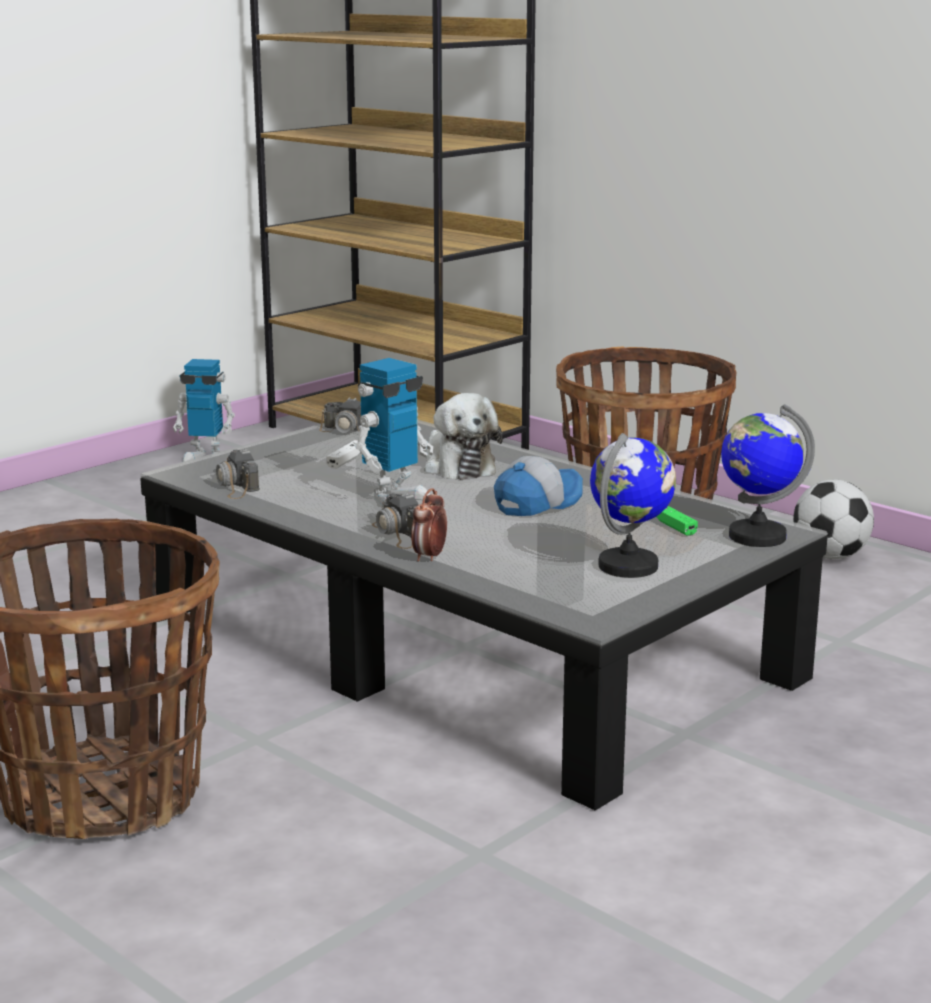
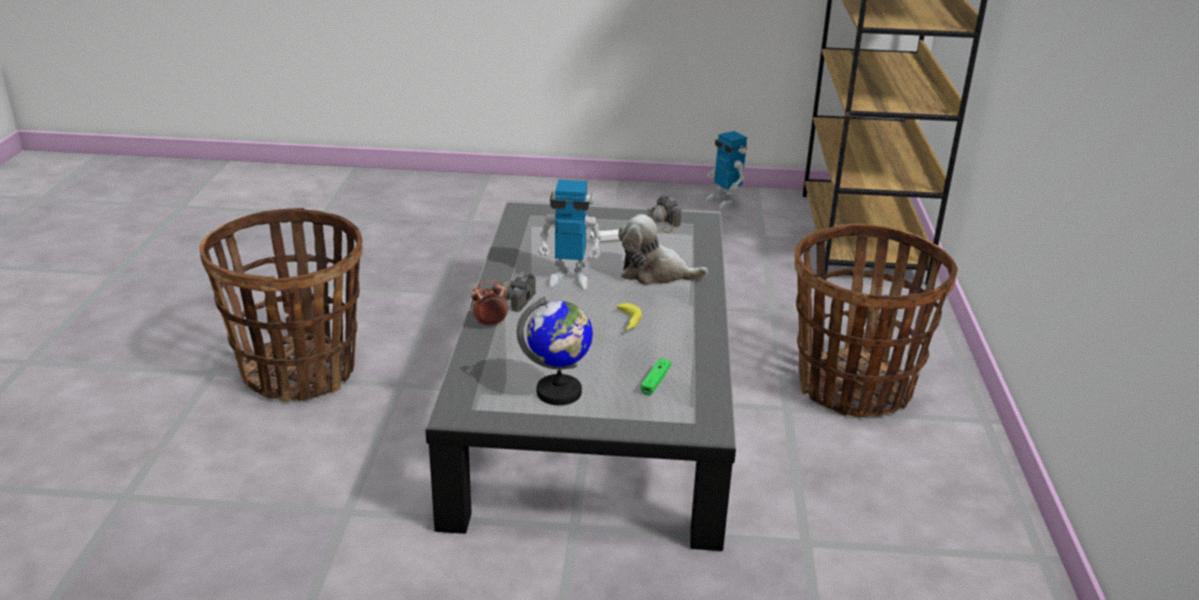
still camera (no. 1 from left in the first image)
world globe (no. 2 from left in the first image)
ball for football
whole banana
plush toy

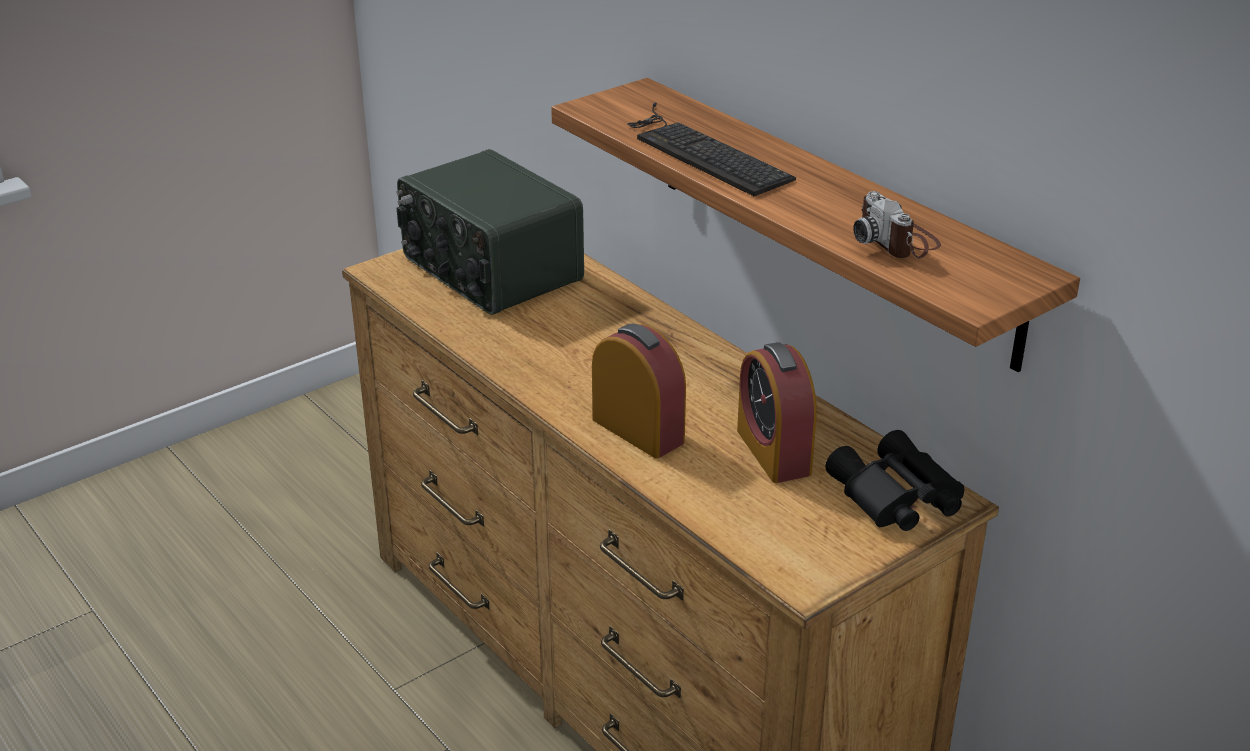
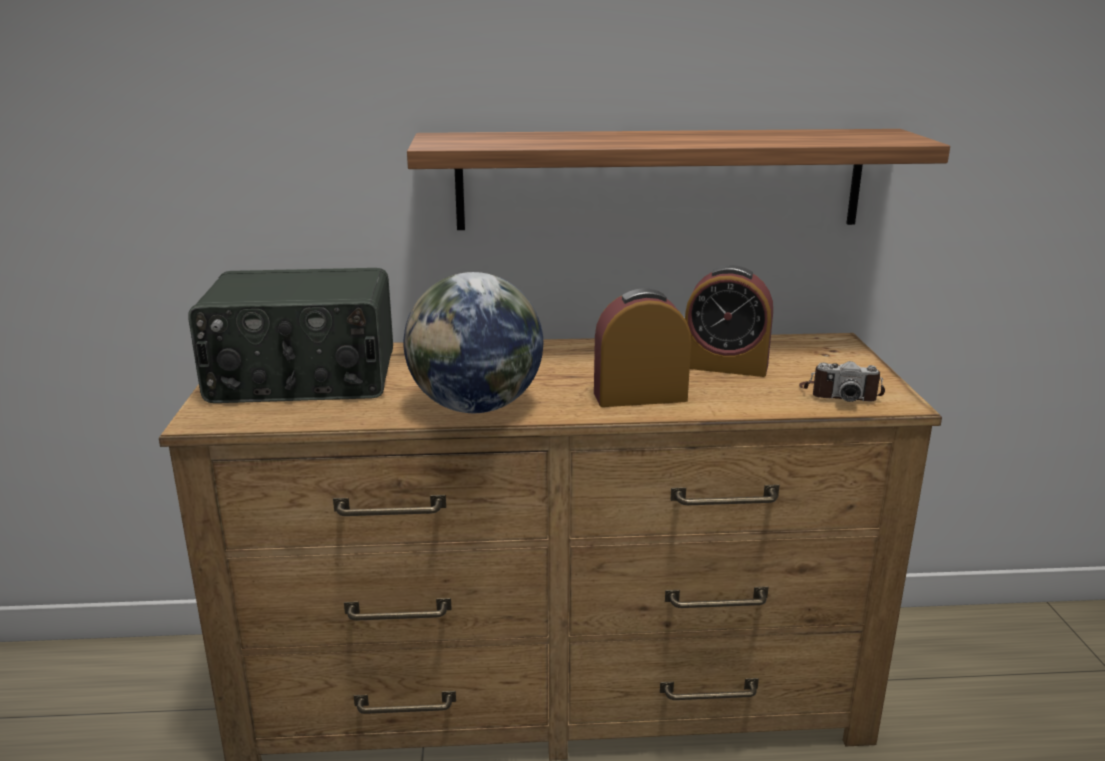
PC keyboard
binoculars/blackish
world globe
still camera

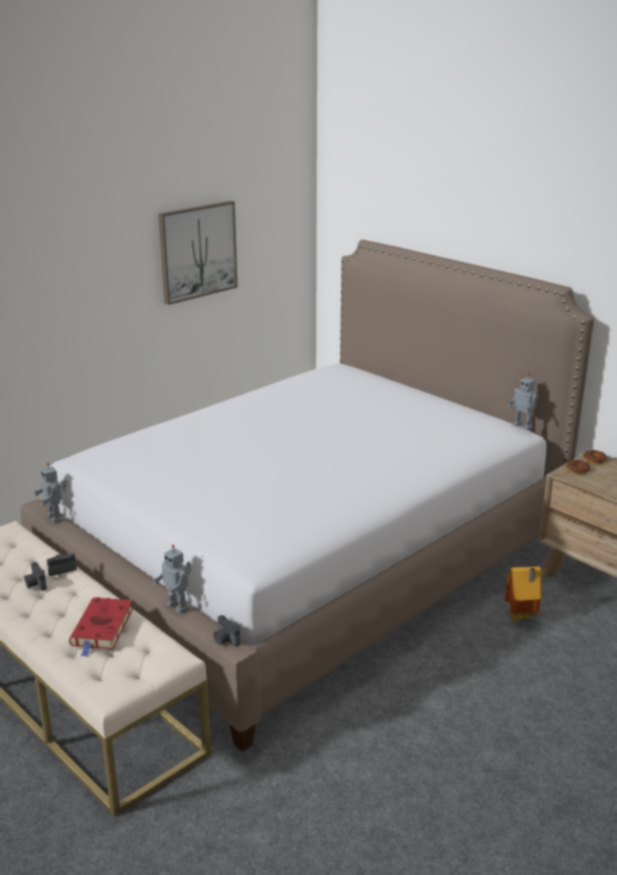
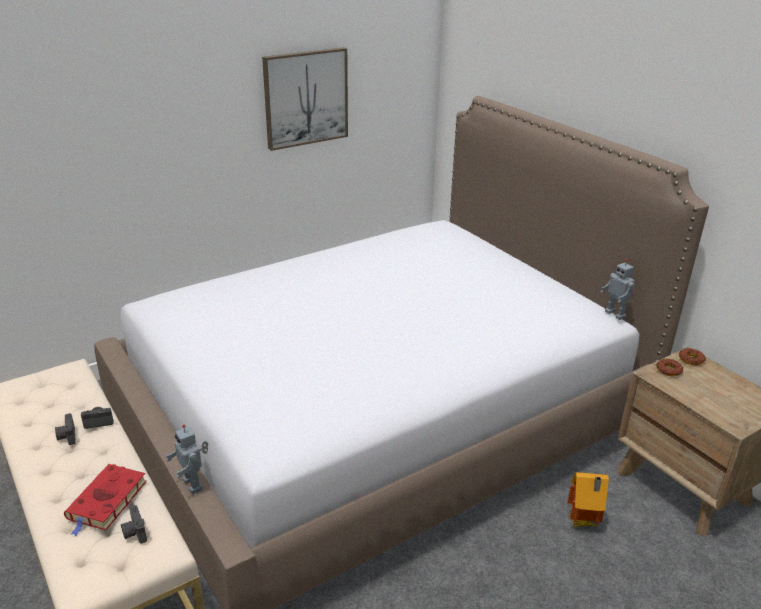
toy robot (no. 1 from left in the first image)
still camera (no. 3 from left)

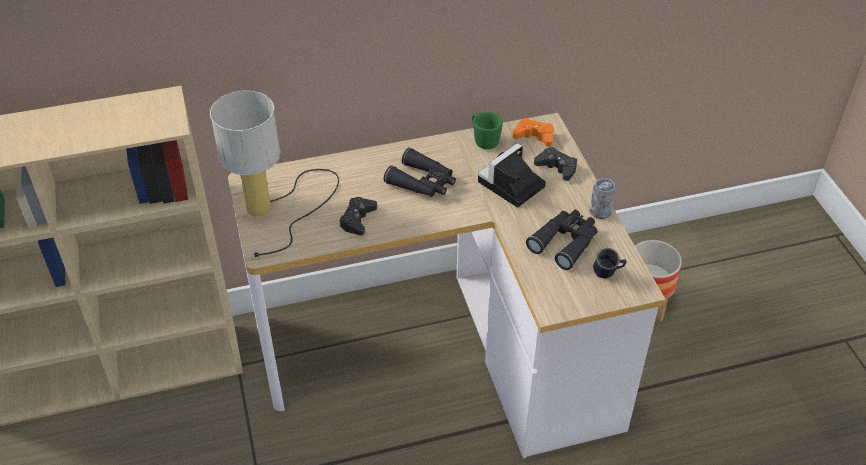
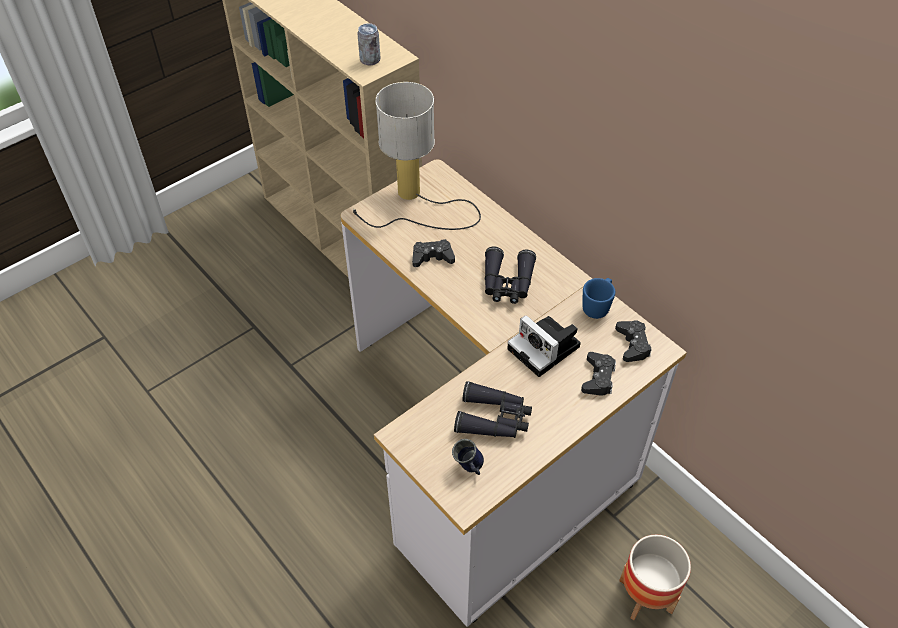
sealed can
coffee mug/bluish (no. 2 from left)
gamepad/blackish (no. 3 from left)
still camera

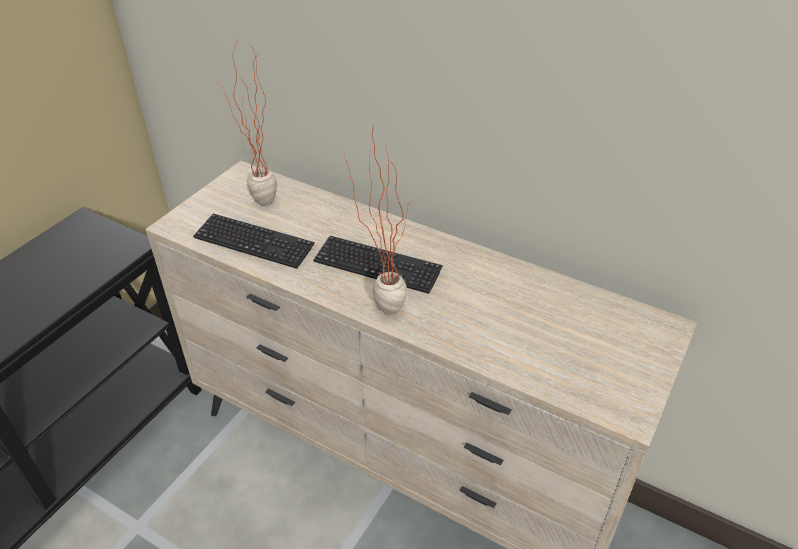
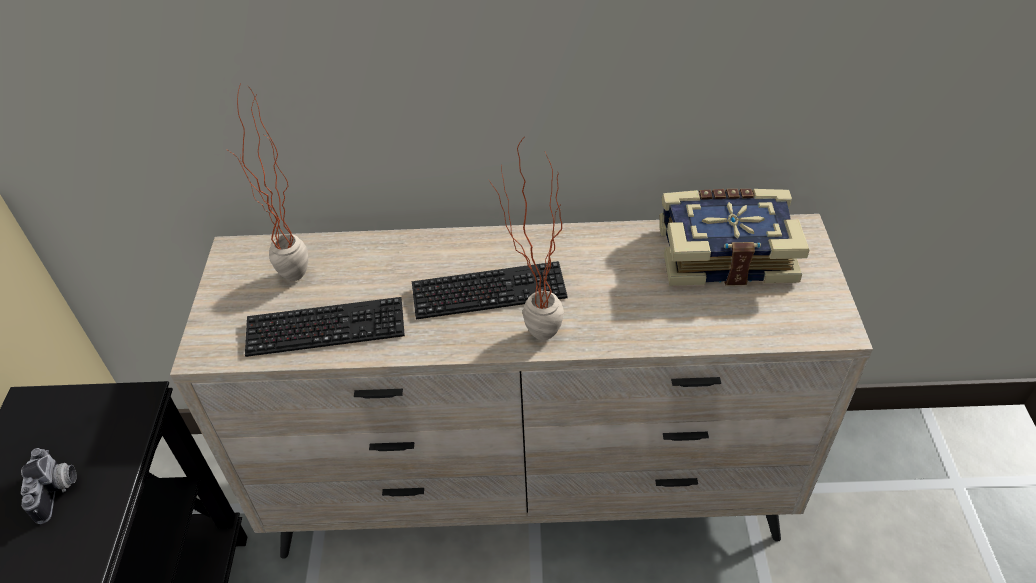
still camera
bound book

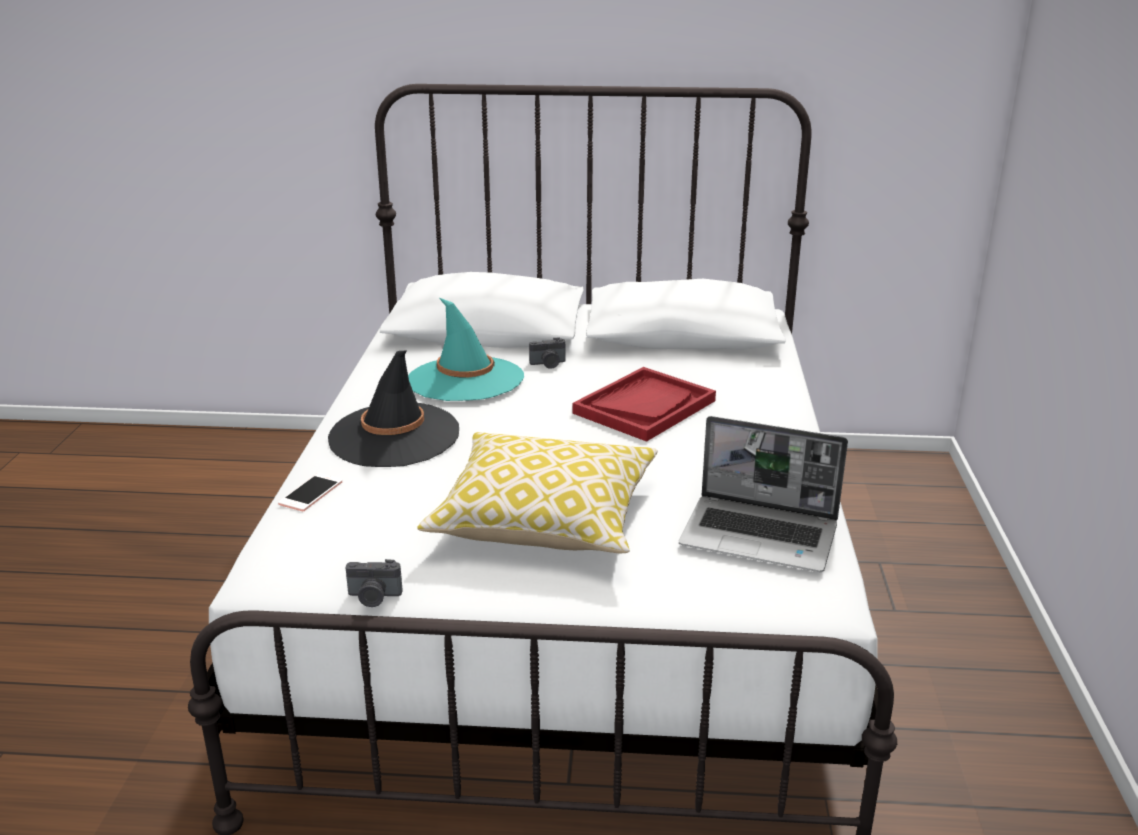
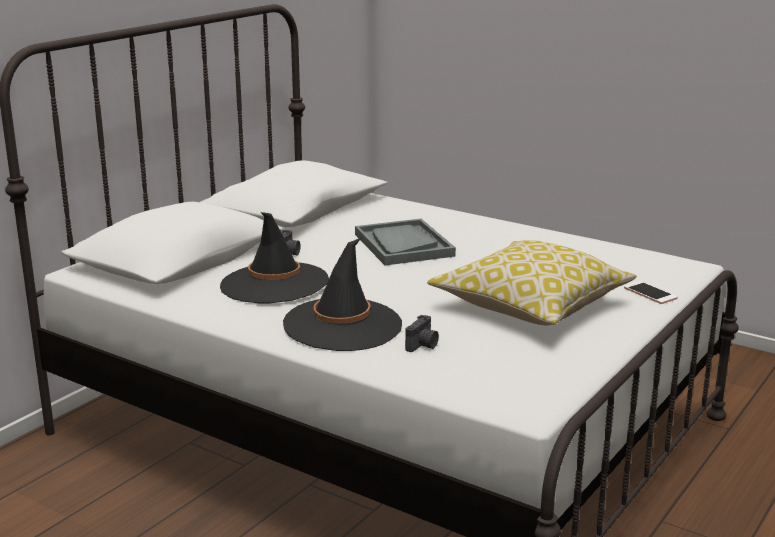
portable computer
phone
still camera (no. 2 from left)
wearable hat/blackish (no. 1 from left)
serving tray/greyish

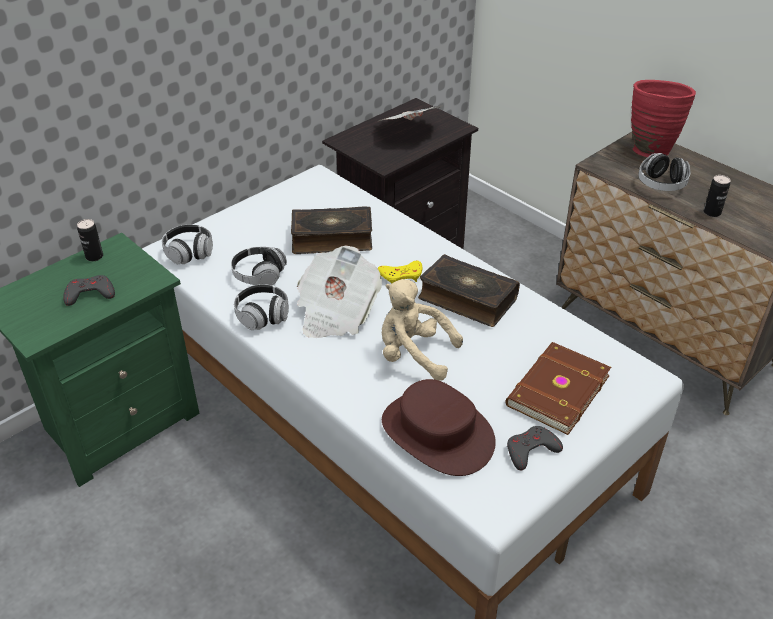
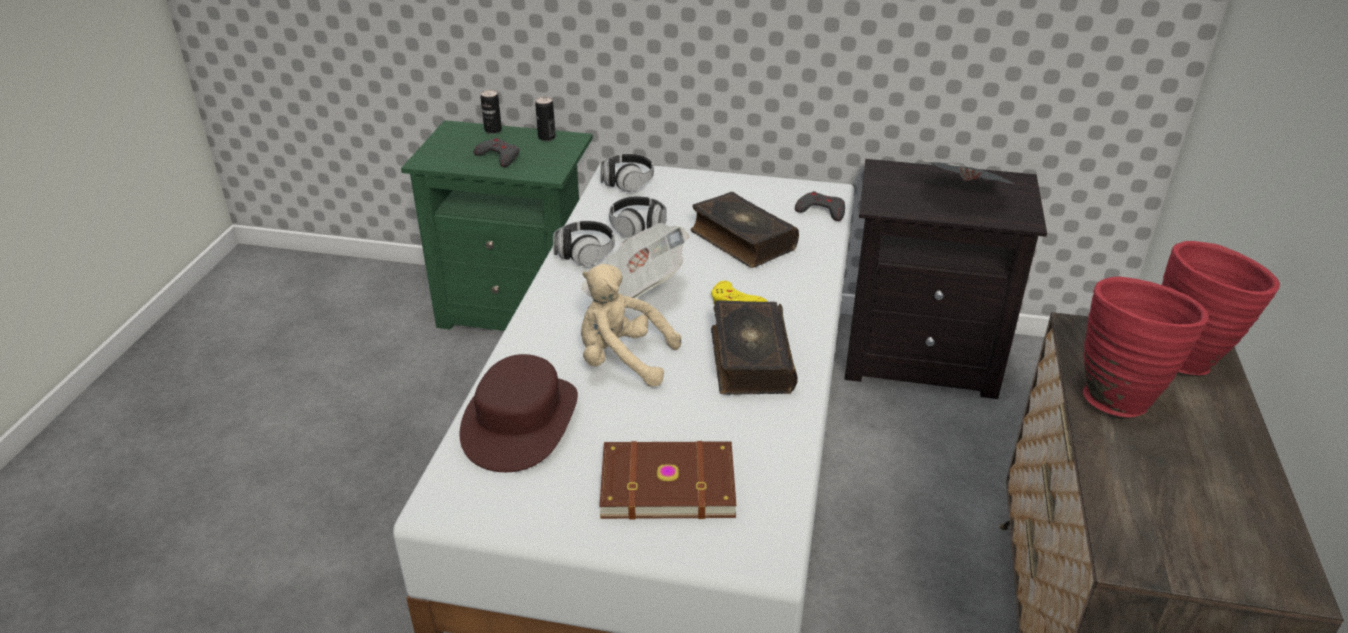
gamepad/greyish (no. 2 from left)
sealed can (no. 1 from left)
vase/red (no. 1 from left)
plush toy/beige

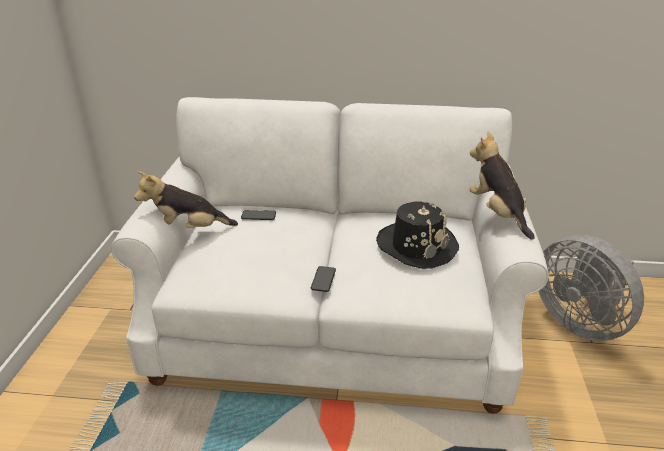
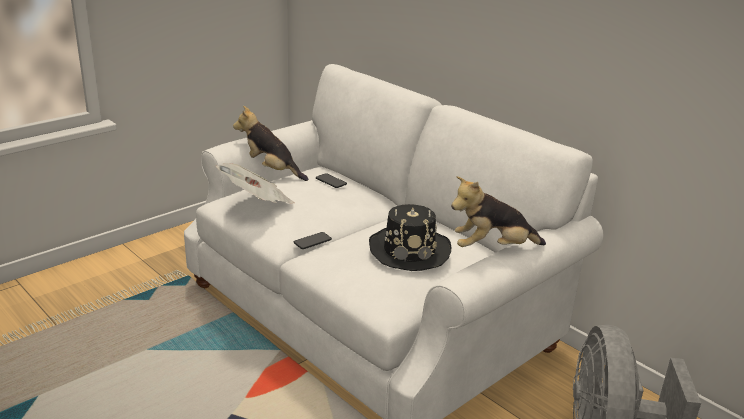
newspaper
plush toy (no. 2 from left)

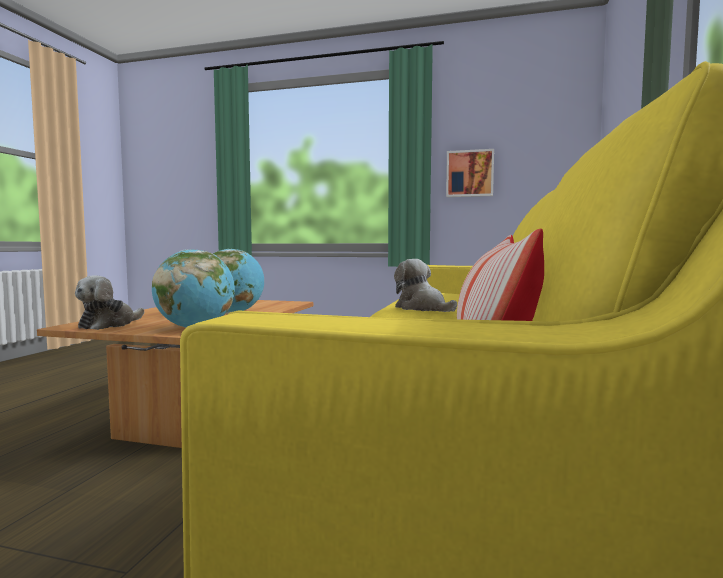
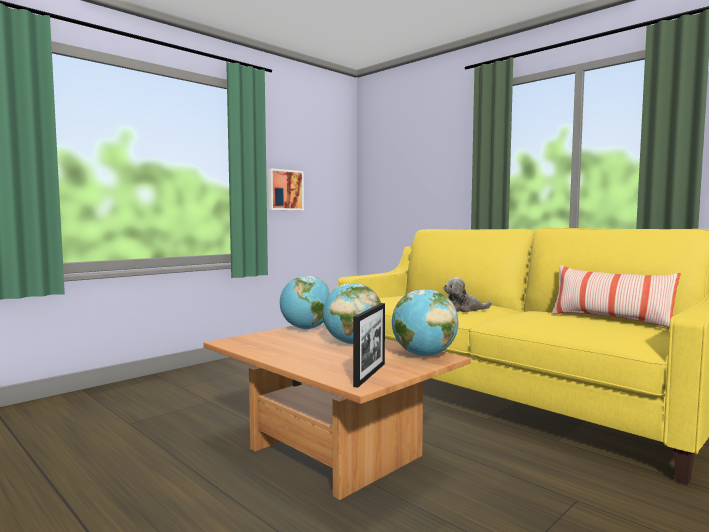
world globe (no. 1 from left)
photo frame

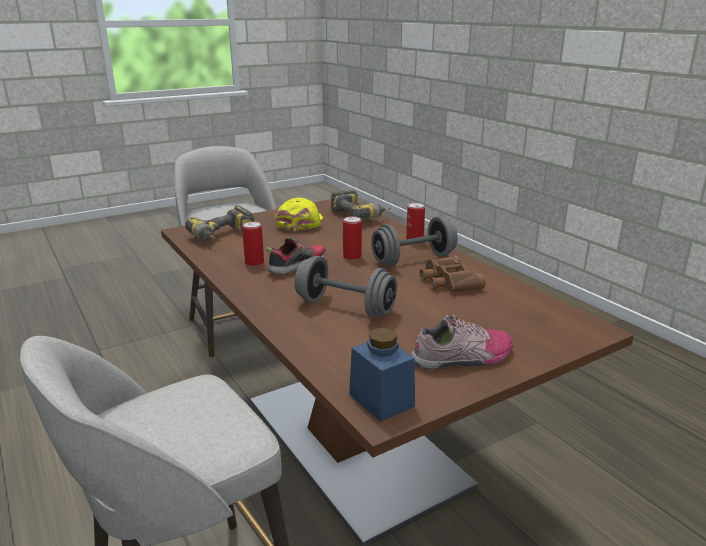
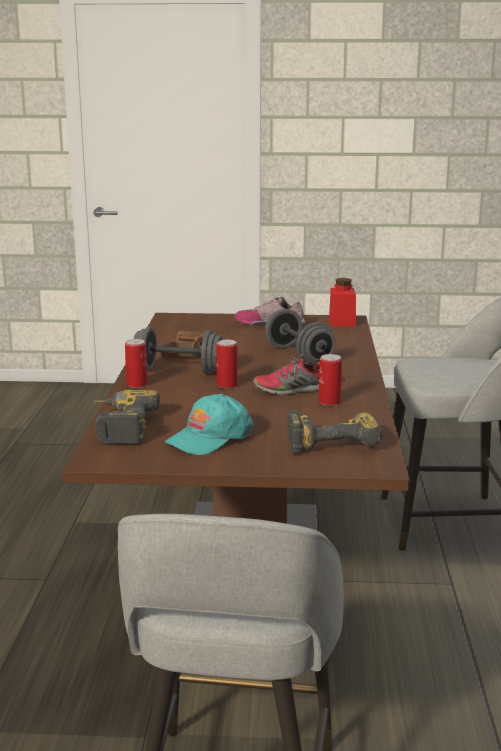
cap/turquoise-coloured
jar/red

